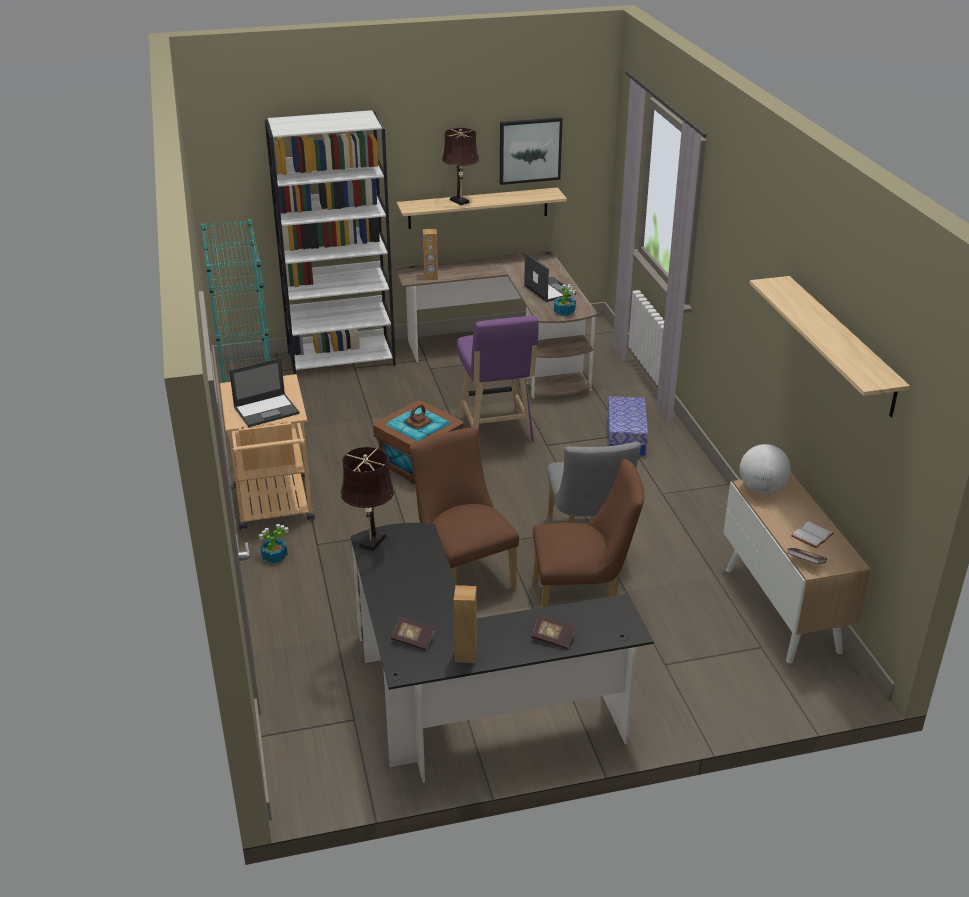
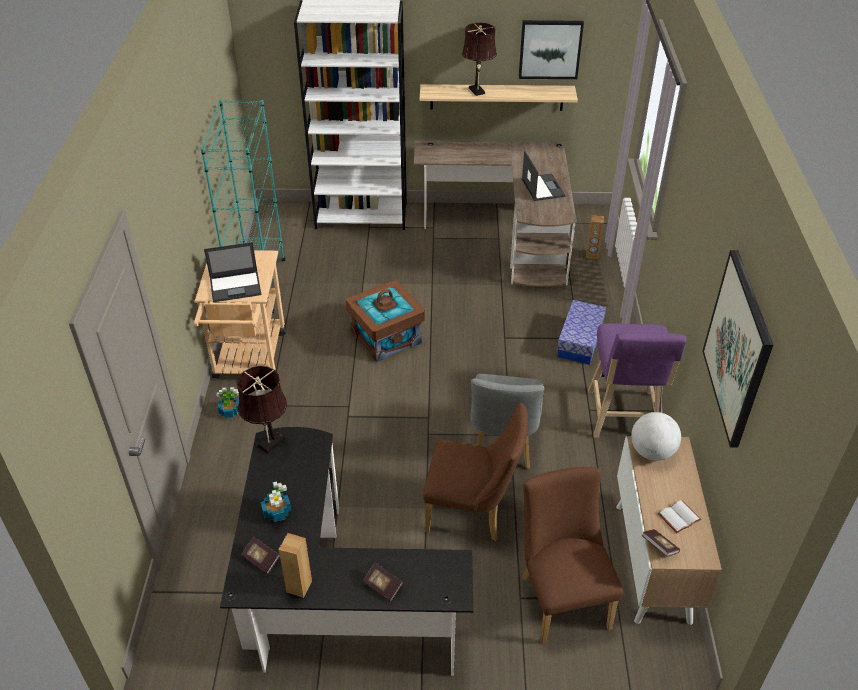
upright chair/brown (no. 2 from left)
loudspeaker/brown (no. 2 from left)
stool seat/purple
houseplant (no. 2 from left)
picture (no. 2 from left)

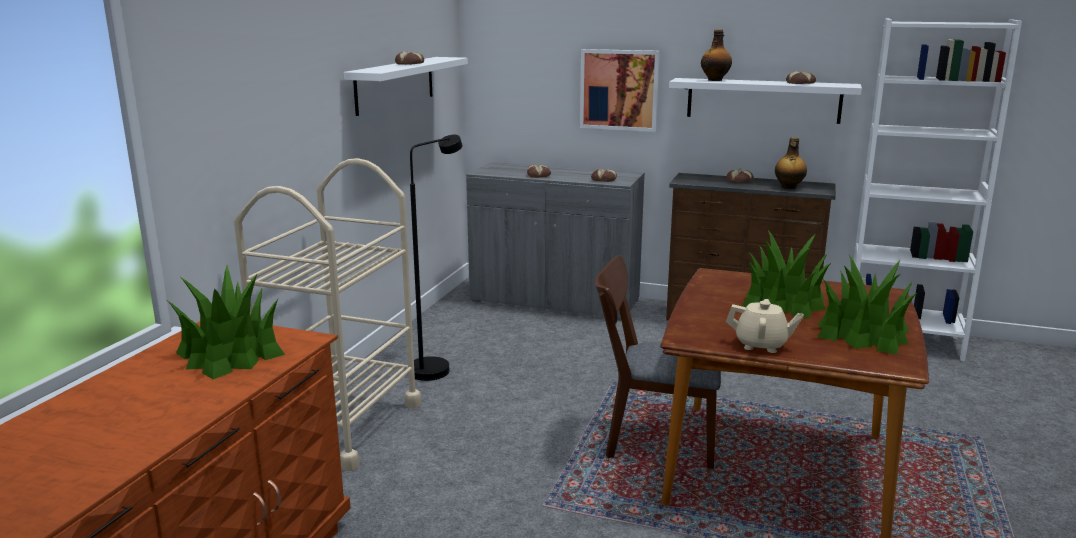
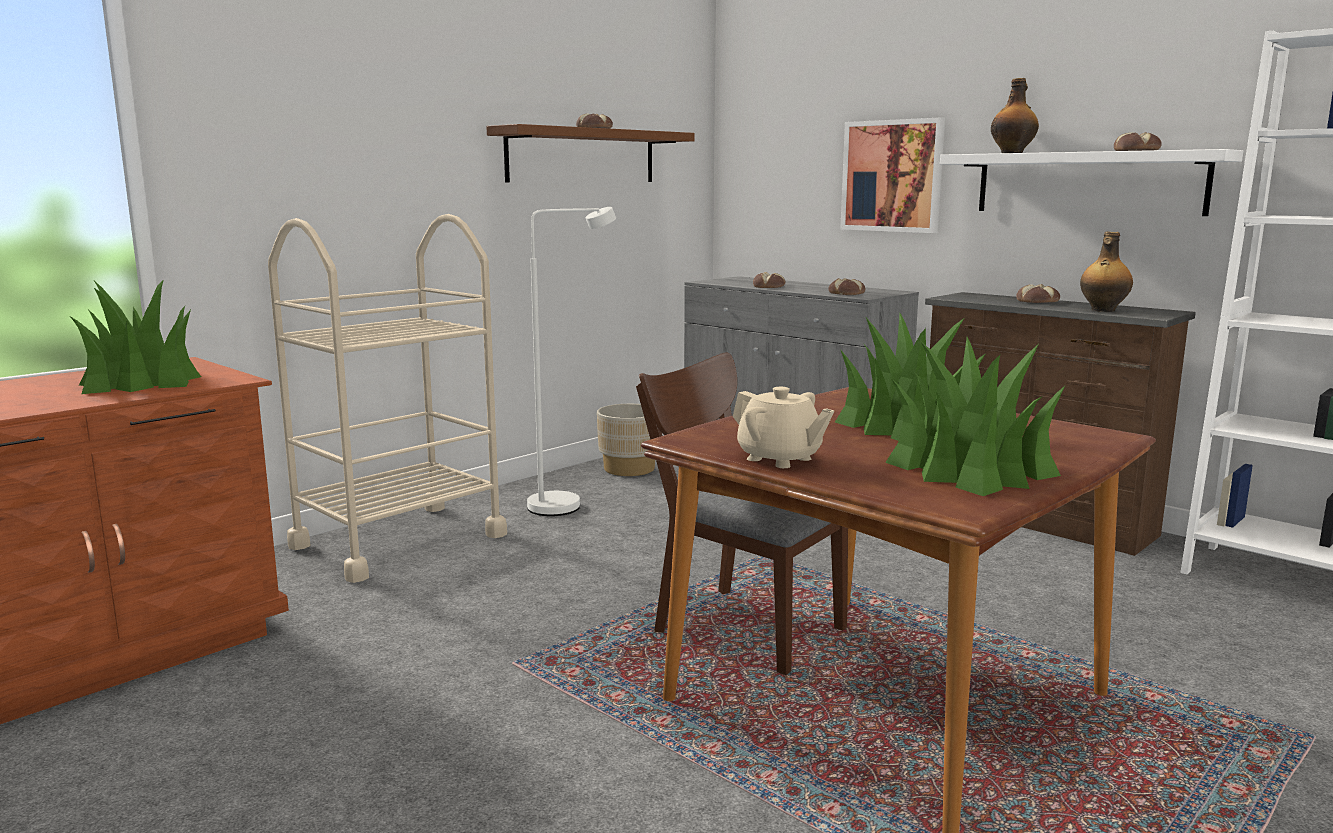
planter/beige
wall shelf/brown
standing lamp/white

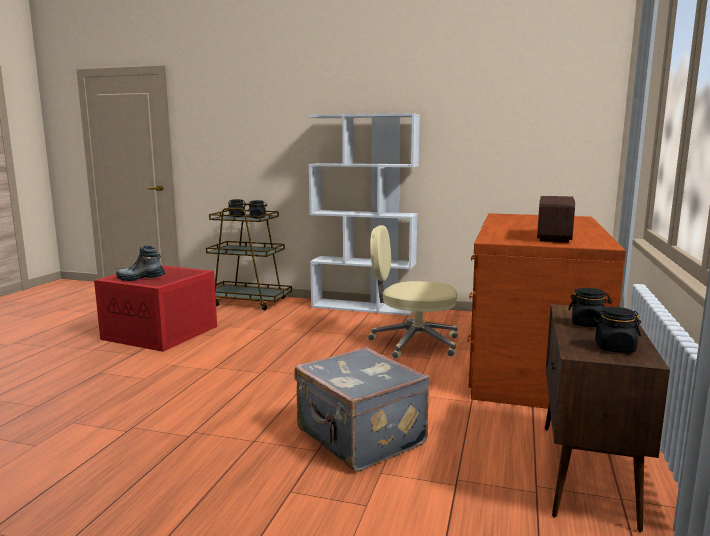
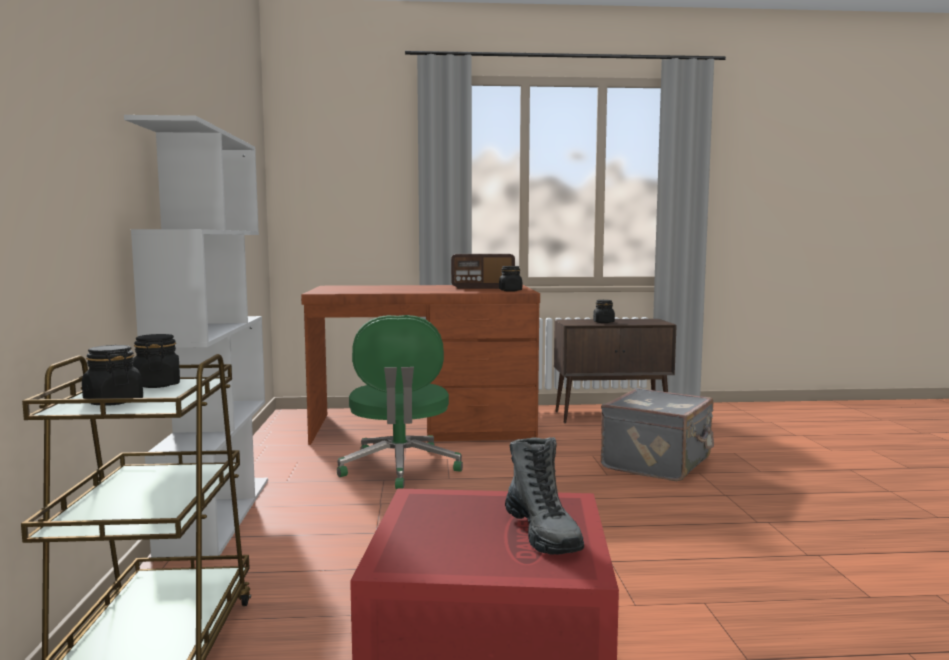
jar/blackish (no. 3 from left)
office chair/green-coloured

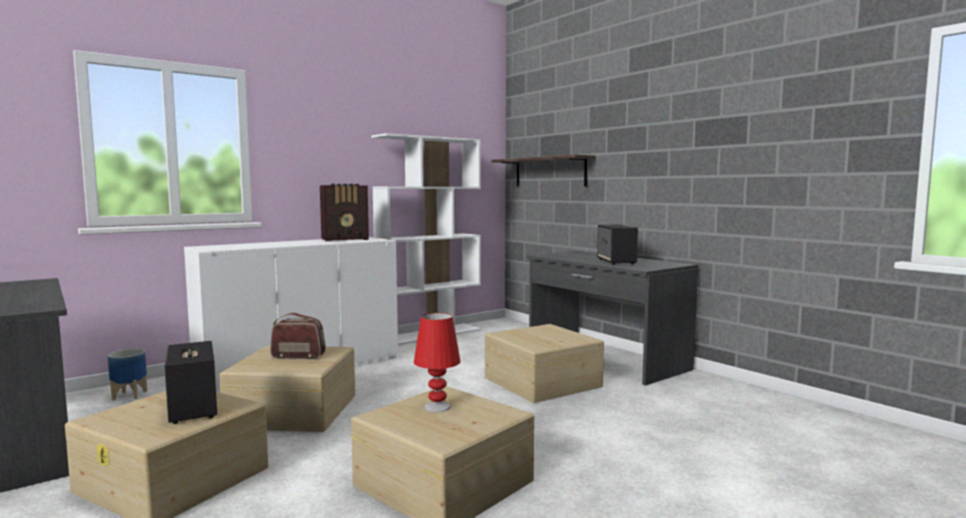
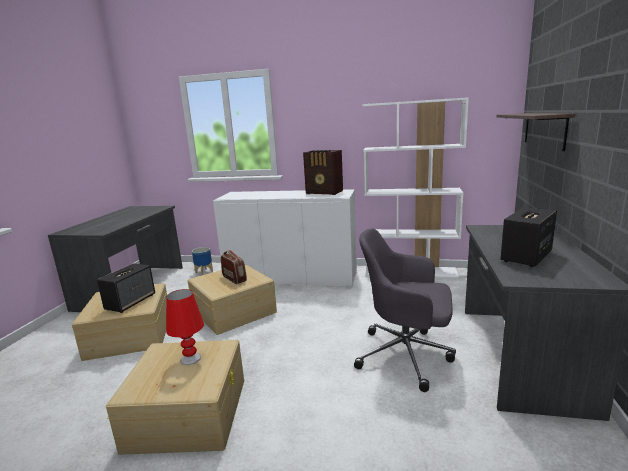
office chair/greyish

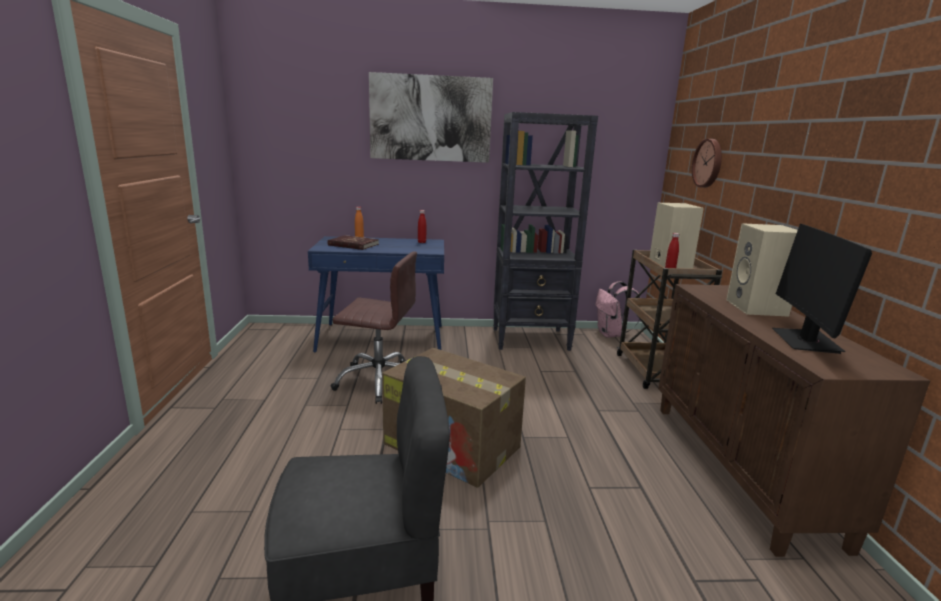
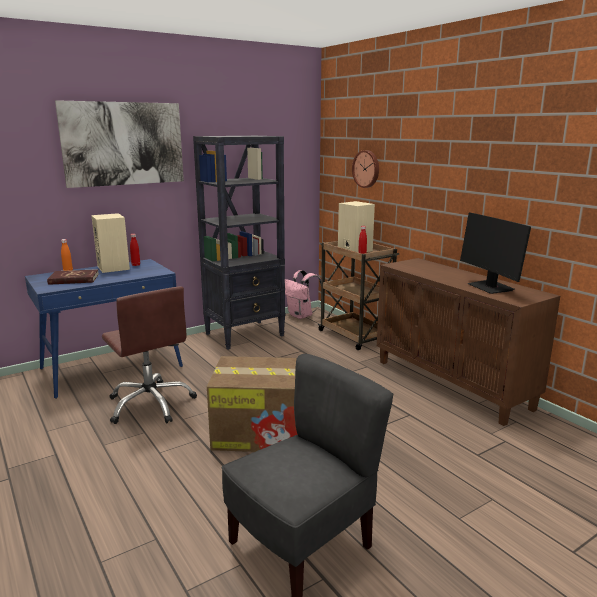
loudspeaker/beige (no. 1 from left)
office chair/brown

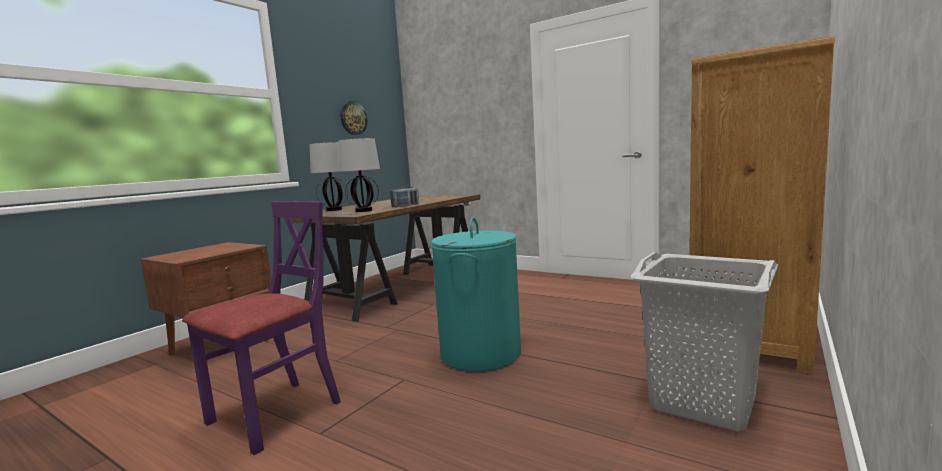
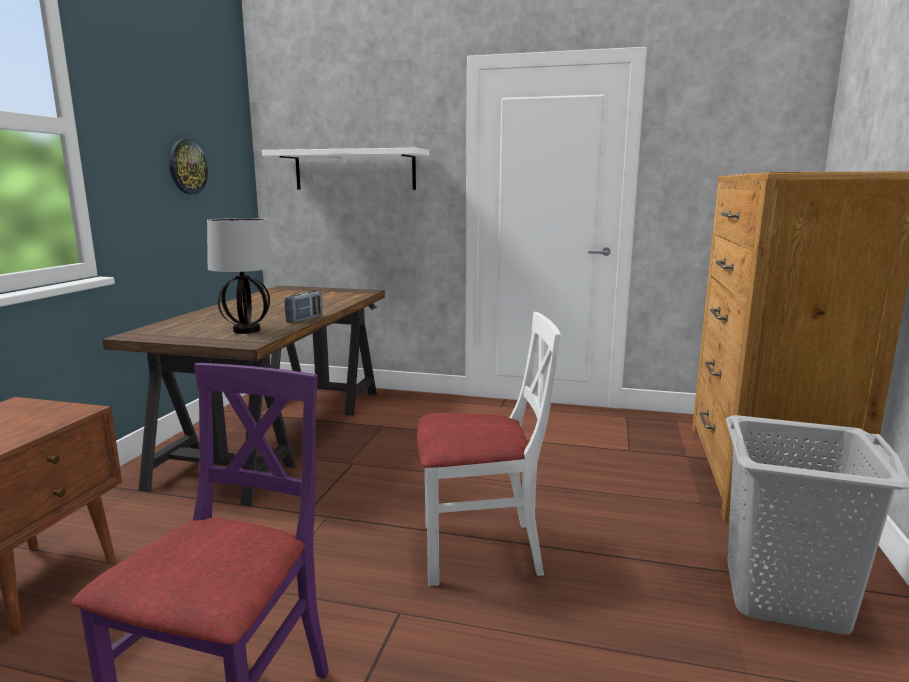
table lamp (no. 1 from left in the first image)
wall shelf/white
upright chair/white

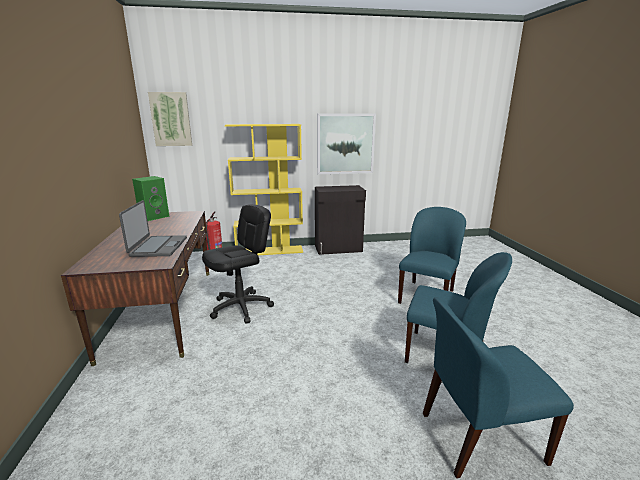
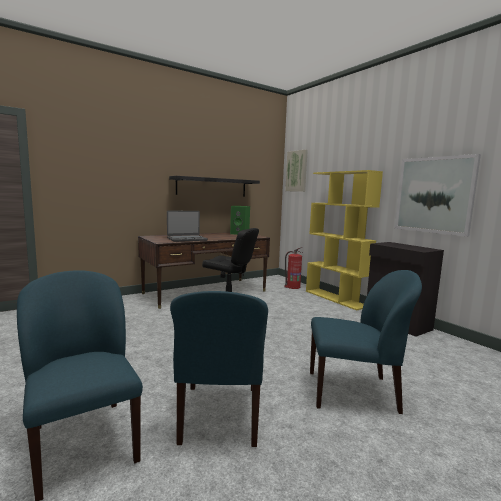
wall shelf/blackish

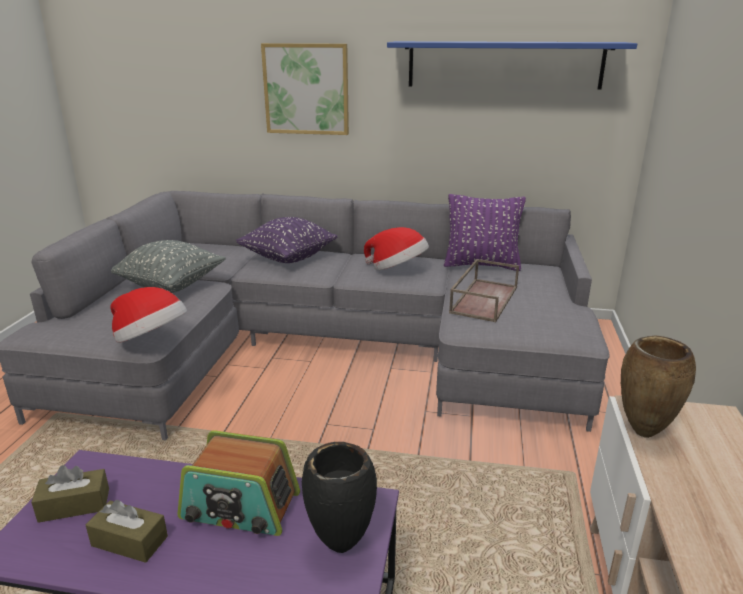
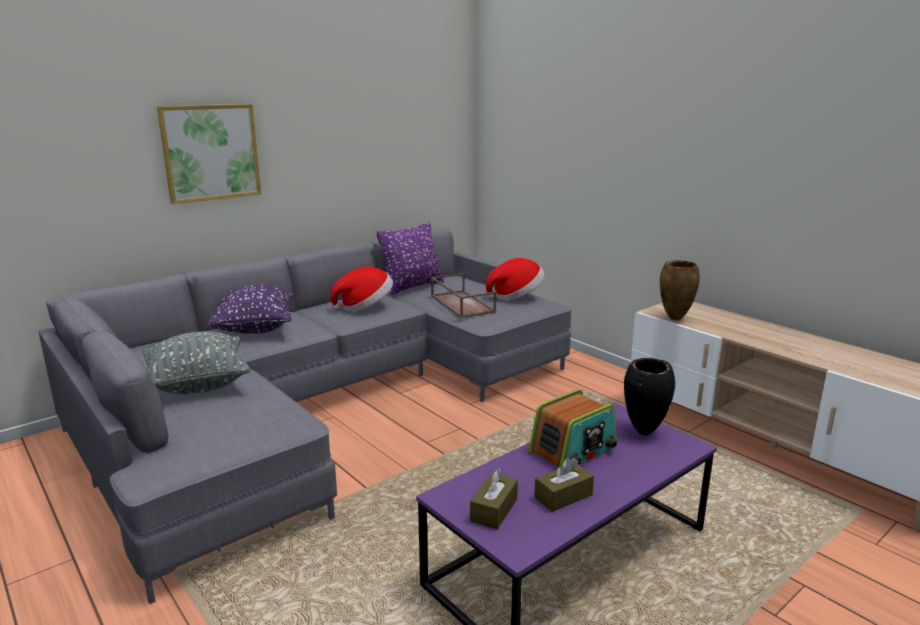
wall shelf/bluish
wearable hat (no. 2 from left)

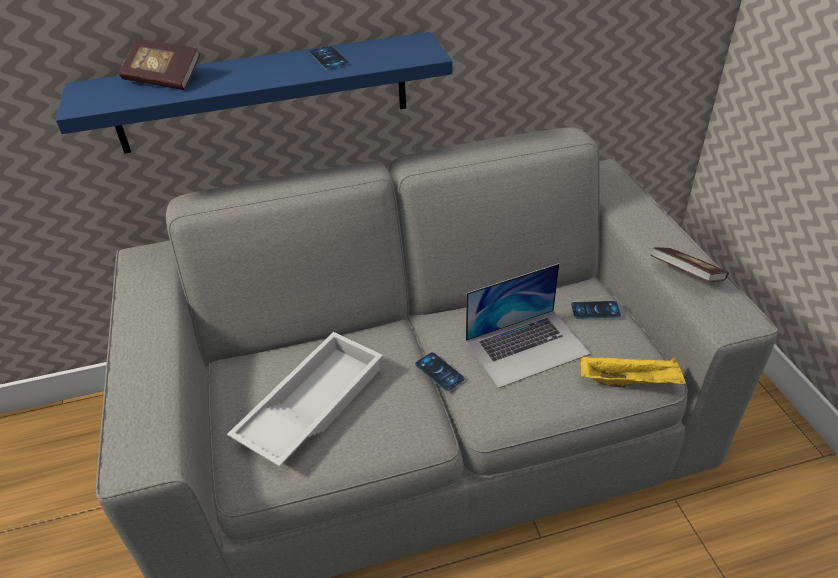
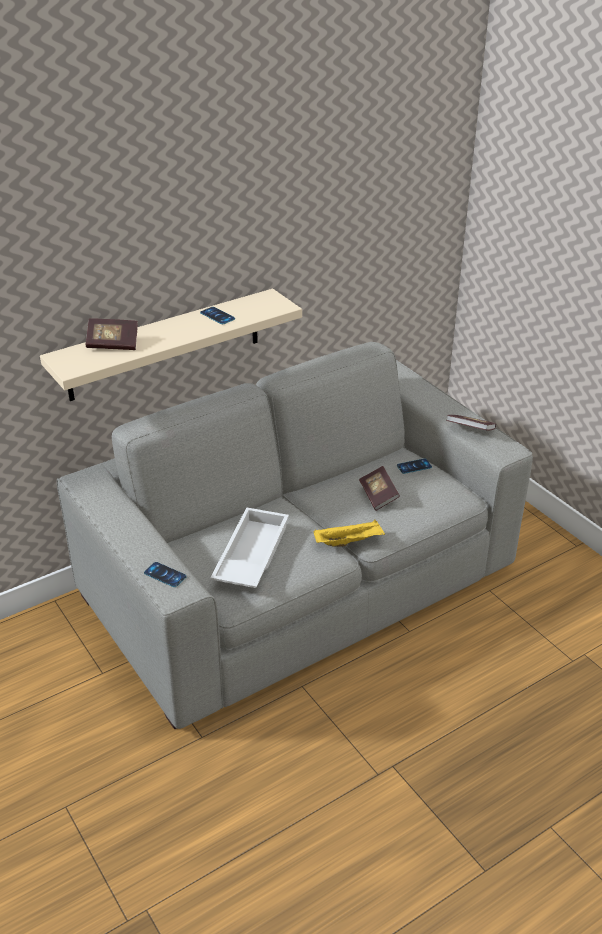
phone (no. 1 from left)
serving tray/yellowish
bound book (no. 2 from left)
wall shelf/beige

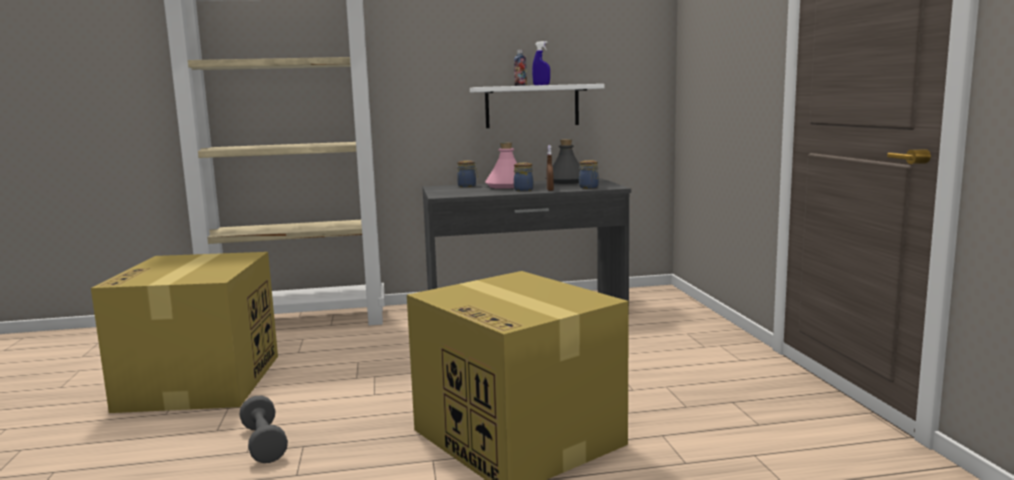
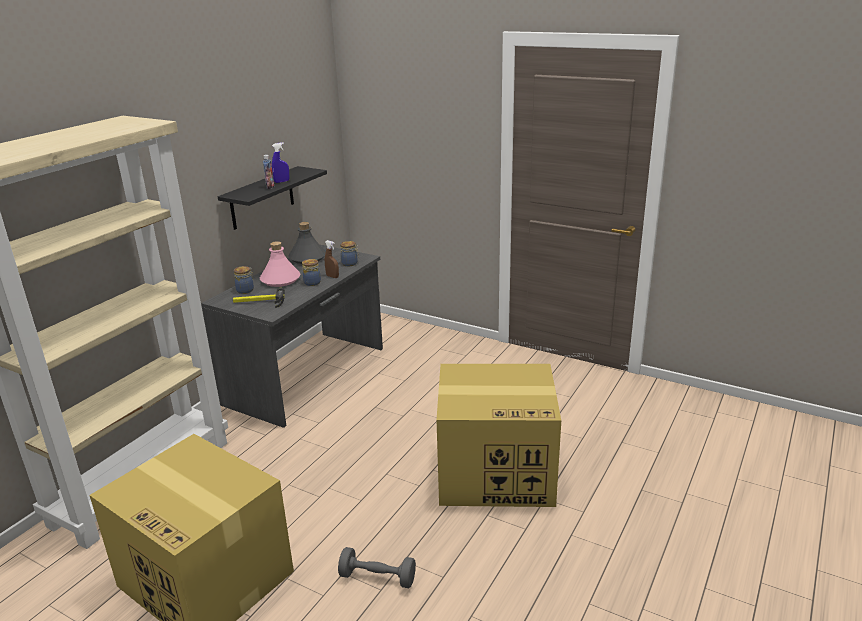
hand hammer
wall shelf/blackish

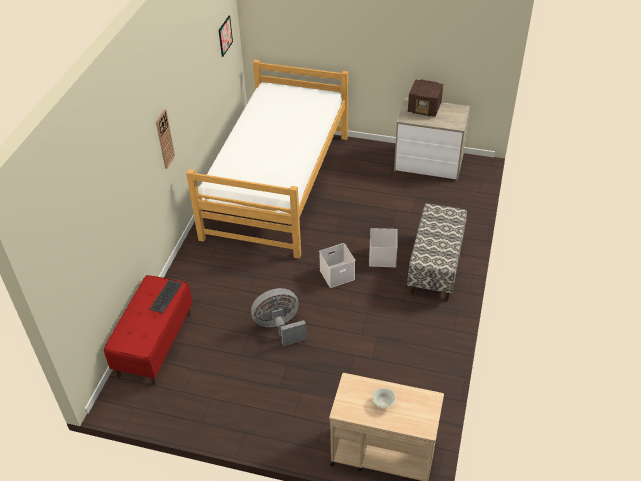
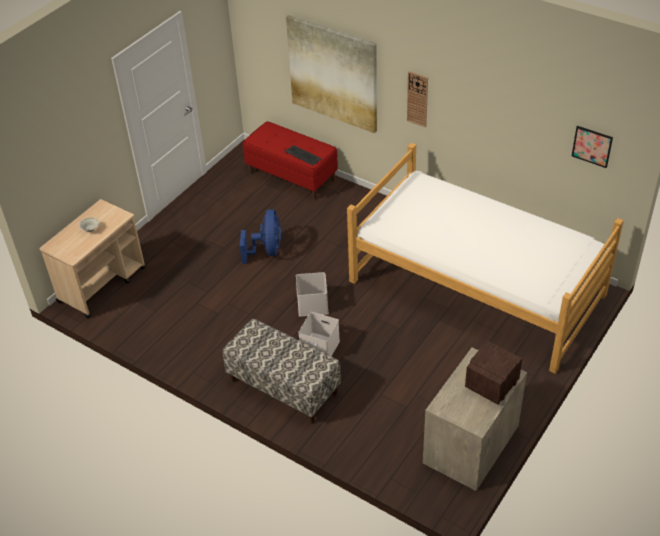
picture (no. 1 from left)
electric fan/bluish

